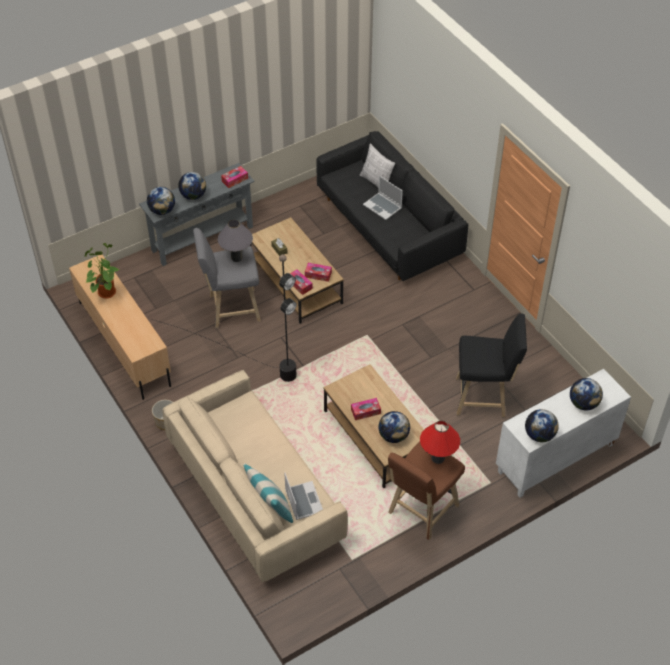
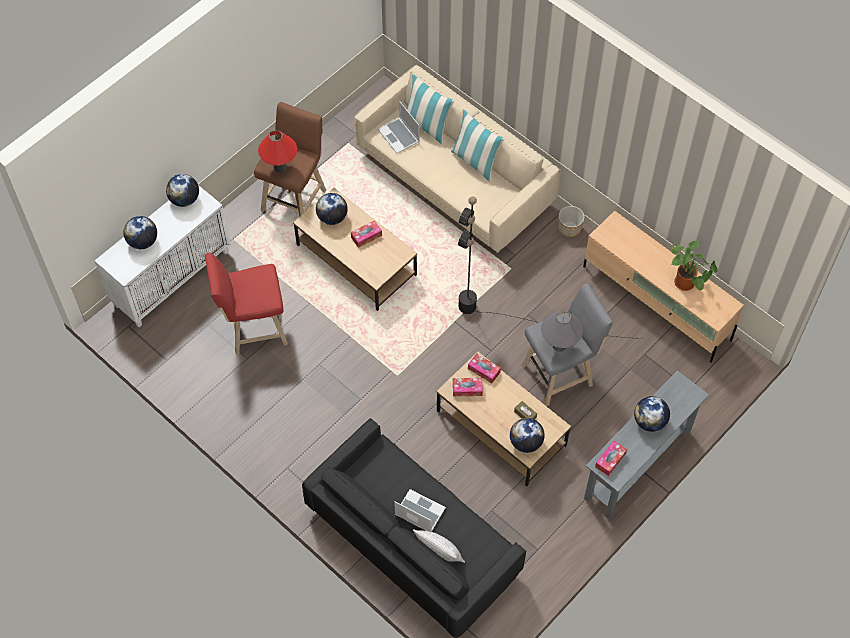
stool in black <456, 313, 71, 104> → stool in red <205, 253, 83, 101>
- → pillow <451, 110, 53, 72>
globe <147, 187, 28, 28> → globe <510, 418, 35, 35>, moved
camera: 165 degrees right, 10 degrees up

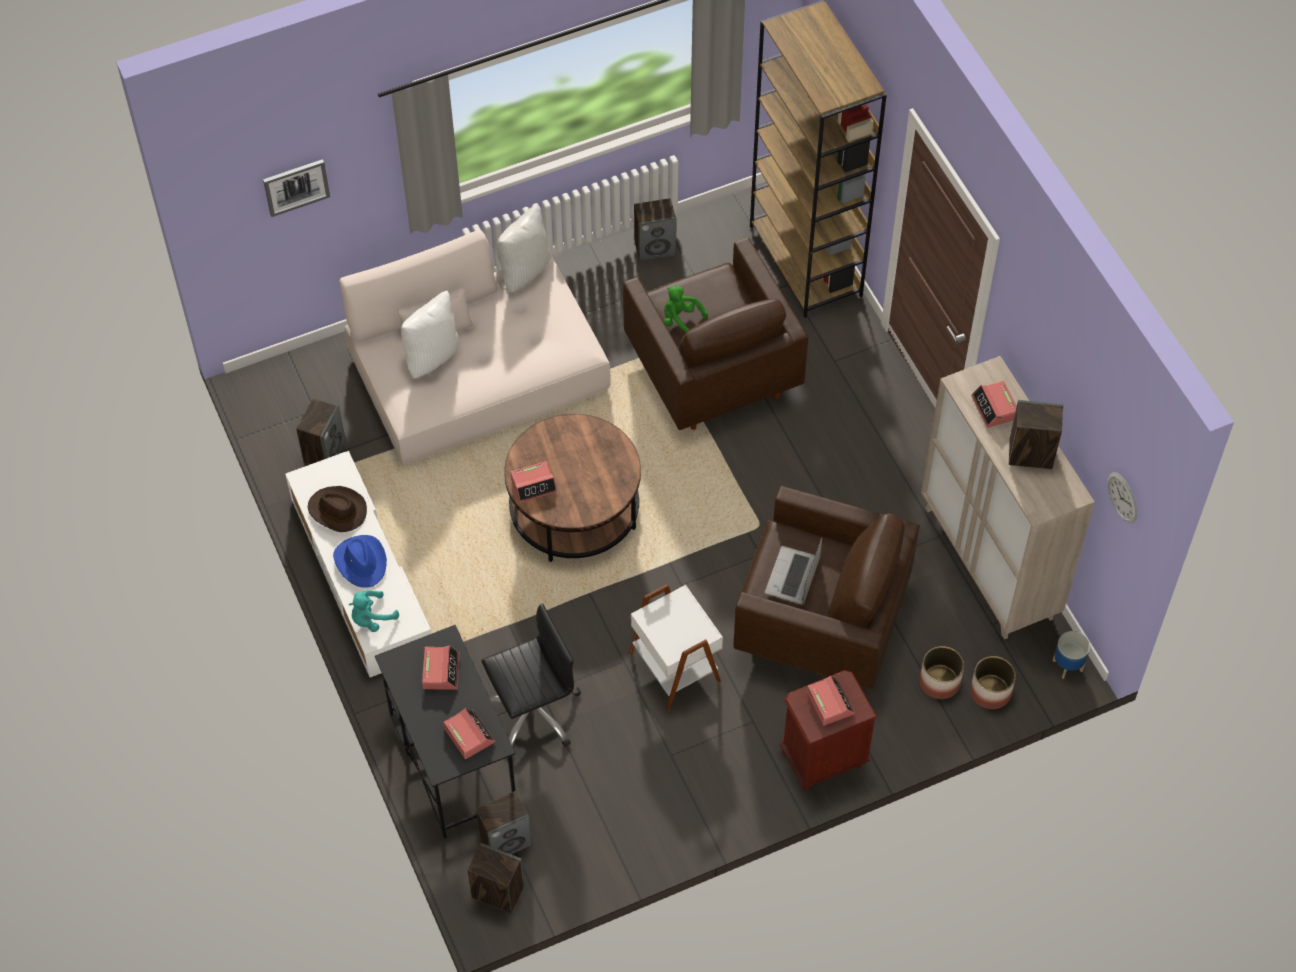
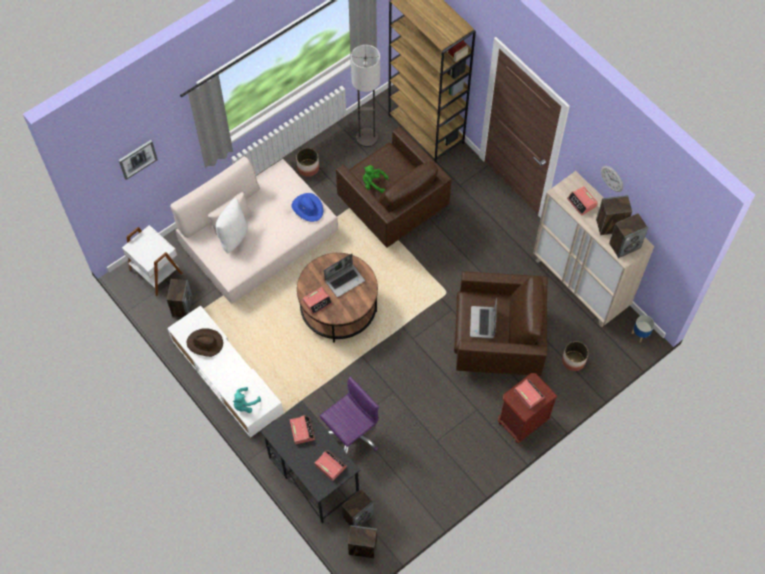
side table in white <629, 584, 94, 127> → side table in white <122, 225, 61, 71>, moved
hat in blue <333, 535, 54, 53> → hat in blue <291, 193, 32, 29>, moved
planter <970, 656, 46, 53> → planter <296, 148, 23, 29>, moved
office chair in black <482, 603, 99, 144> → office chair in purple <320, 376, 59, 77>
- → laptop <324, 254, 41, 43>
- → floor lamp <351, 45, 29, 102>
wall clock <1108, 472, 29, 51> → wall clock <601, 166, 22, 26>, moved
speaker <634, 198, 42, 63> → speaker <609, 213, 39, 45>, moved
pillow in white <497, 205, 54, 88> → -
camera: 15 degrees left, 5 degrees up

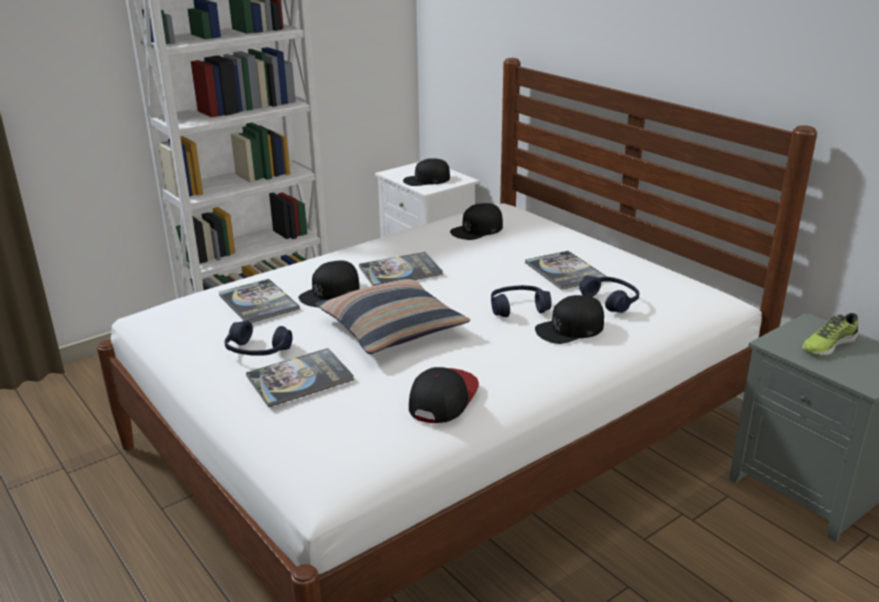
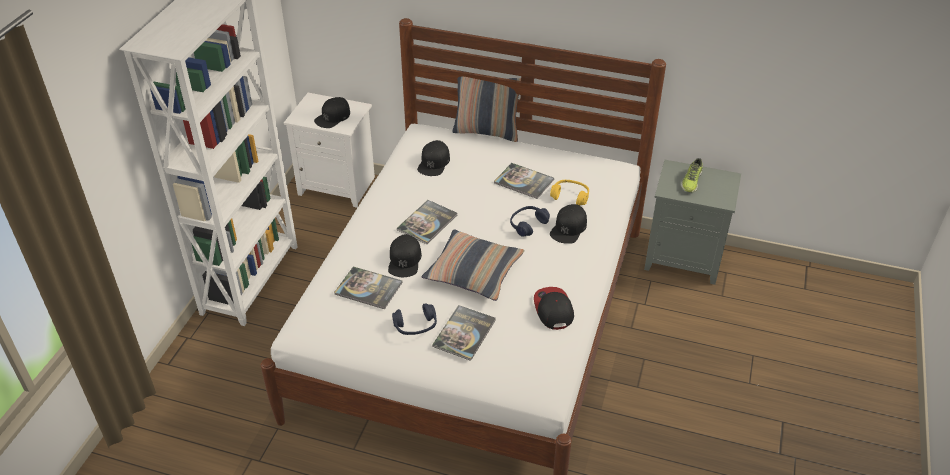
- → pillow <452, 70, 69, 72>
headphones in blue <579, 276, 60, 37> → headphones in yellow <550, 180, 39, 26>
camera: 35 degrees left, 15 degrees up

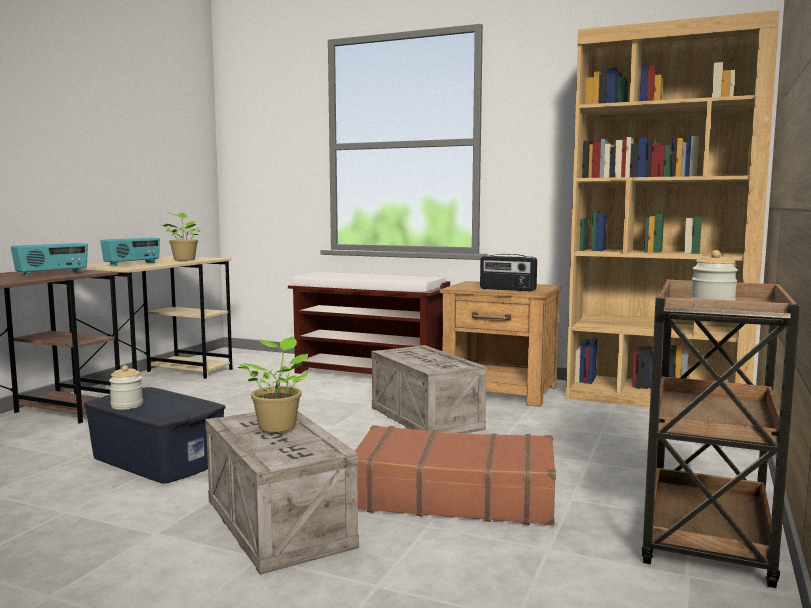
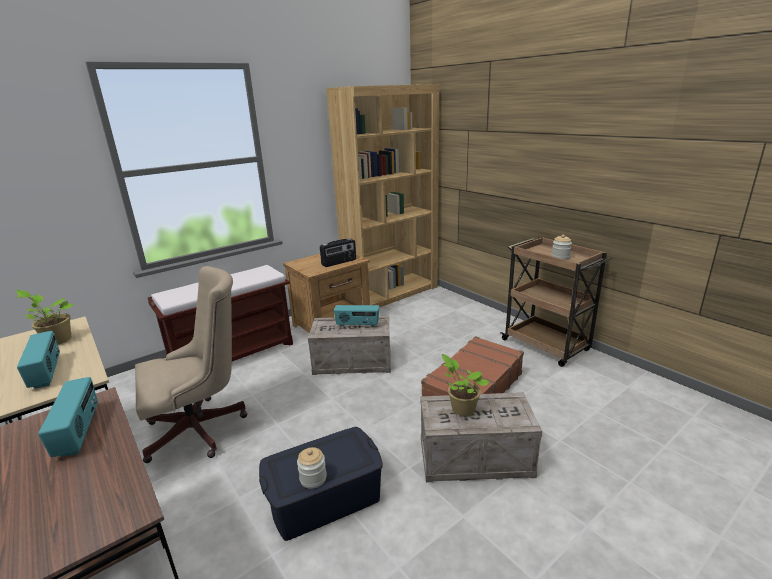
- → office chair in beige <135, 266, 112, 197>
- → radio <334, 305, 45, 22>
camera: 60 degrees left, 15 degrees up

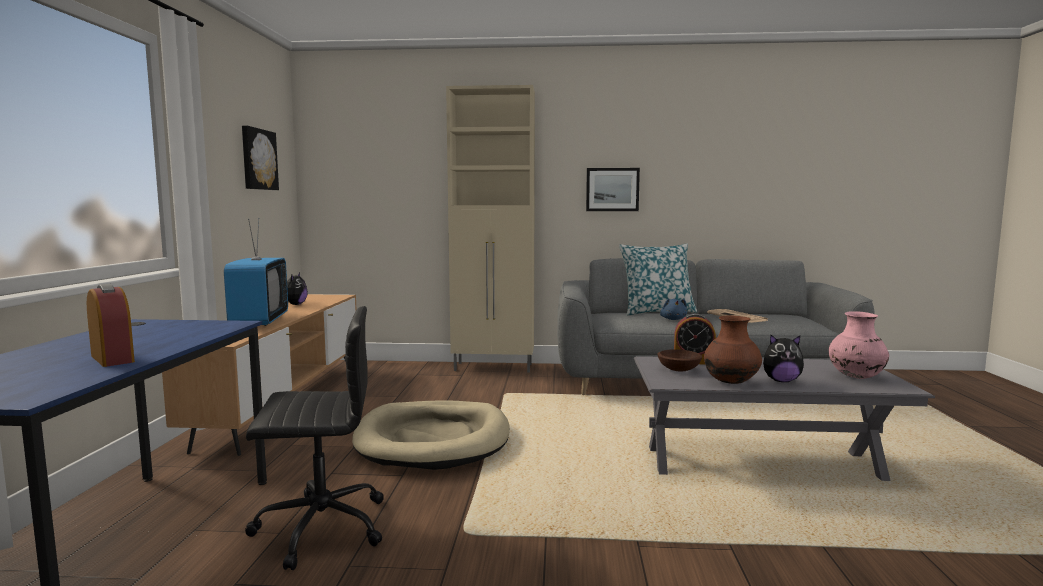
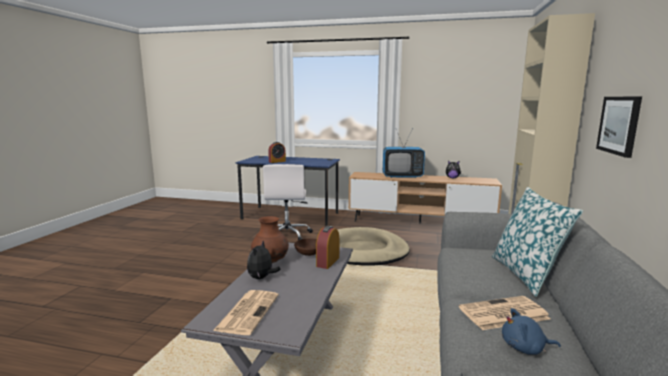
vase in pink <828, 311, 61, 68> → newspaper <213, 290, 66, 45>
office chair in black <245, 306, 139, 264> → office chair in white <263, 164, 50, 76>
plush toy in blue <660, 298, 27, 22> → plush toy in blue <502, 308, 59, 47>, moved
picture <242, 126, 37, 64> → -
camera: 100 degrees right, 5 degrees up

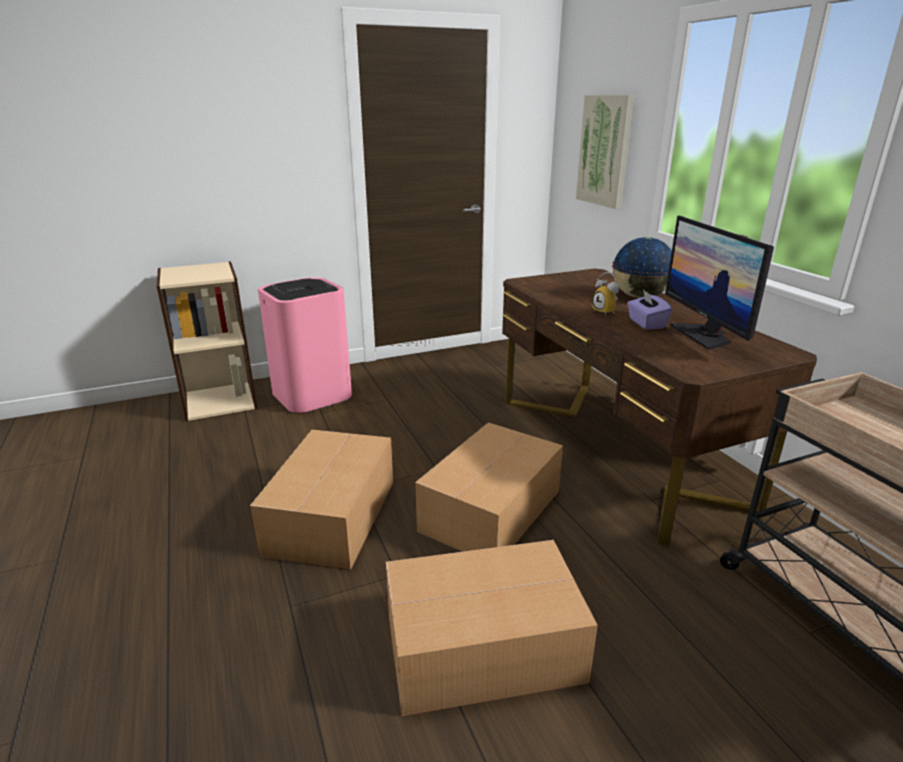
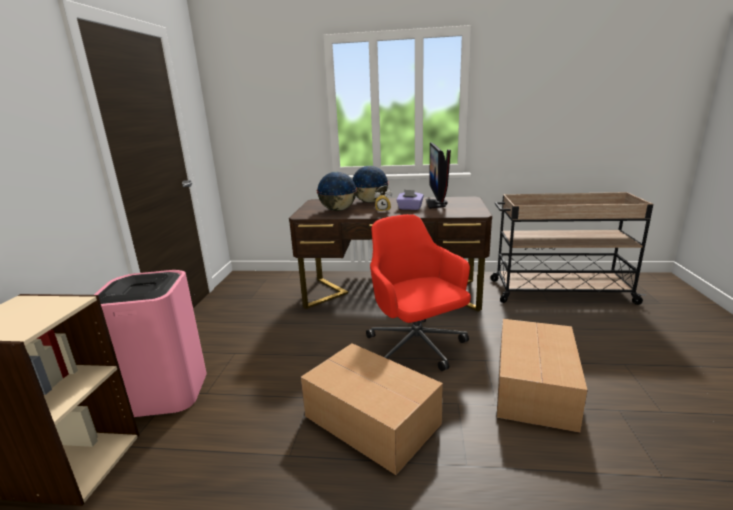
- → globe <317, 172, 40, 39>
cardboard box <415, 422, 148, 130> → office chair in red <366, 214, 105, 157>
monitor <665, 216, 109, 134> → monitor <426, 142, 25, 67>, 75 degrees clockwise
picture <576, 95, 58, 114> → -
camera: 60 degrees left, 5 degrees down

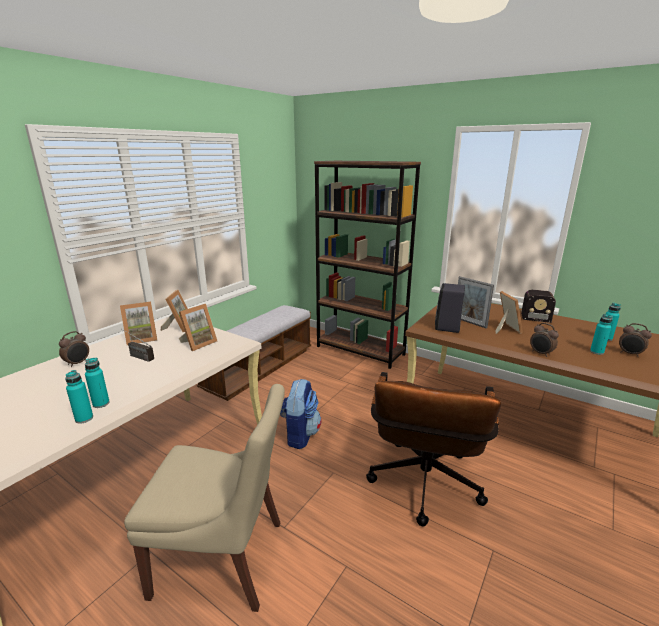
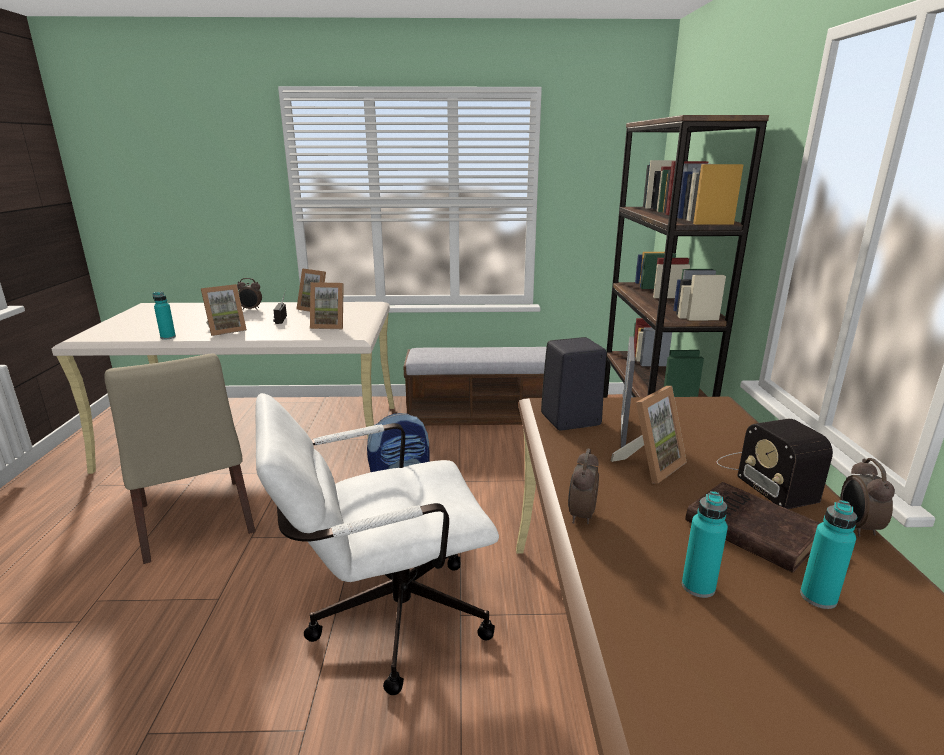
picture frame <161, 290, 27, 42> → picture frame <201, 284, 46, 52>, moved
office chair in brown <366, 372, 135, 154> → office chair in white <256, 393, 243, 302>
- → book in brown <685, 482, 135, 91>
alarm clock <619, 323, 33, 34> → alarm clock <841, 458, 54, 79>, moved
bottle in turquoise <85, 358, 25, 50> → -
camera: 55 degrees right, 0 degrees up

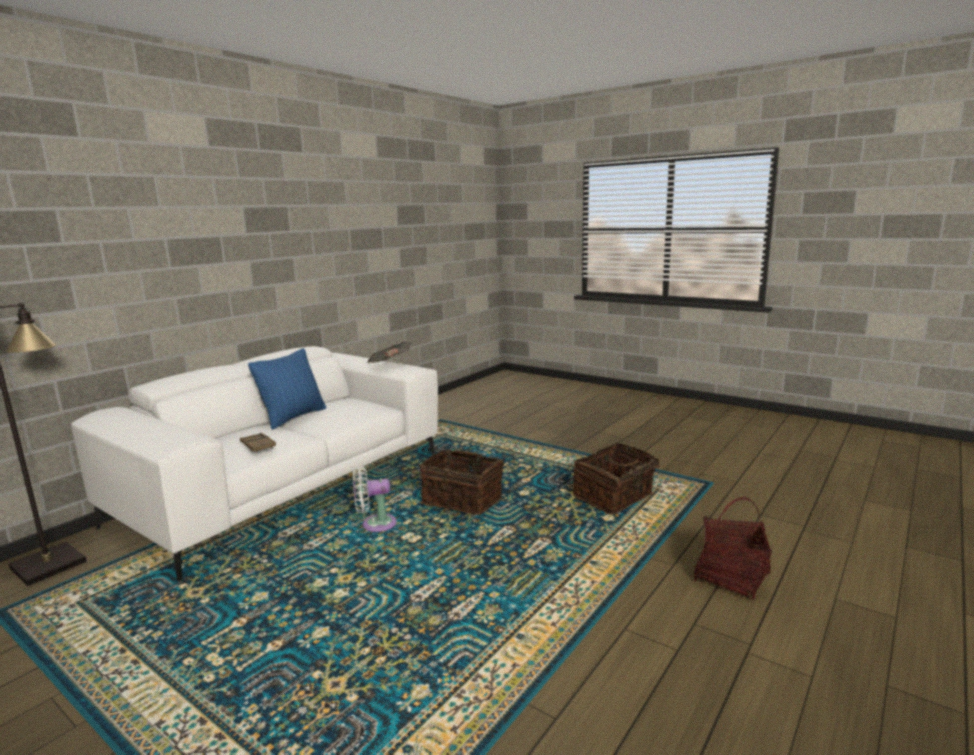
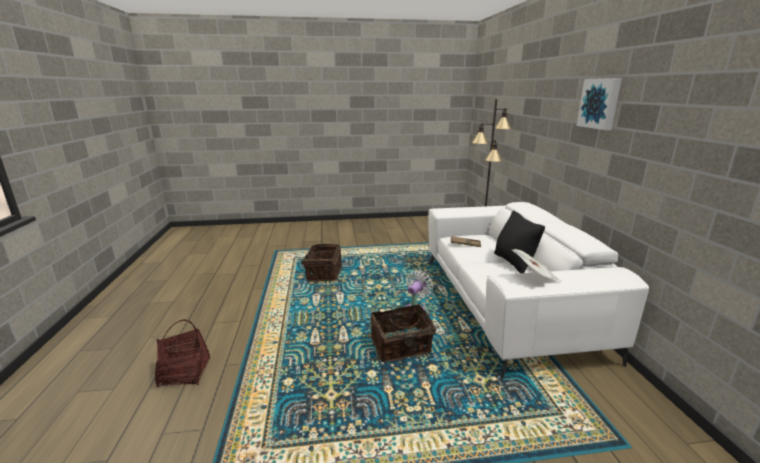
basket <573, 442, 95, 72> → basket <297, 244, 45, 38>, moved
pillow in blue <248, 348, 78, 82> → pillow in black <494, 210, 51, 63>
- → picture <576, 78, 46, 52>
camera: 135 degrees right, 5 degrees up

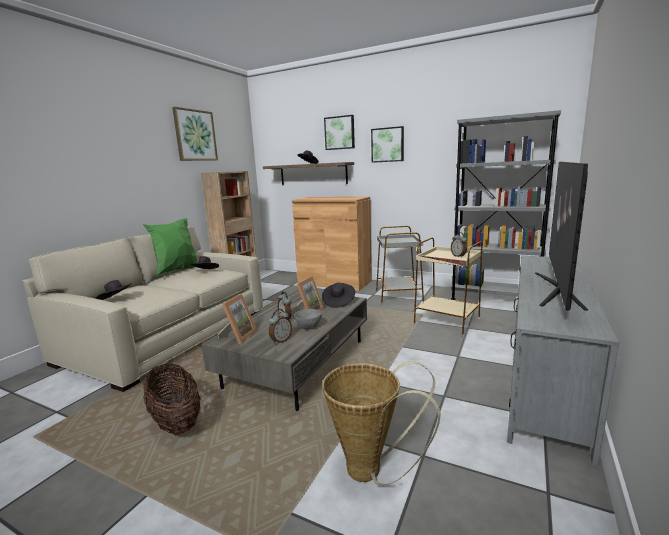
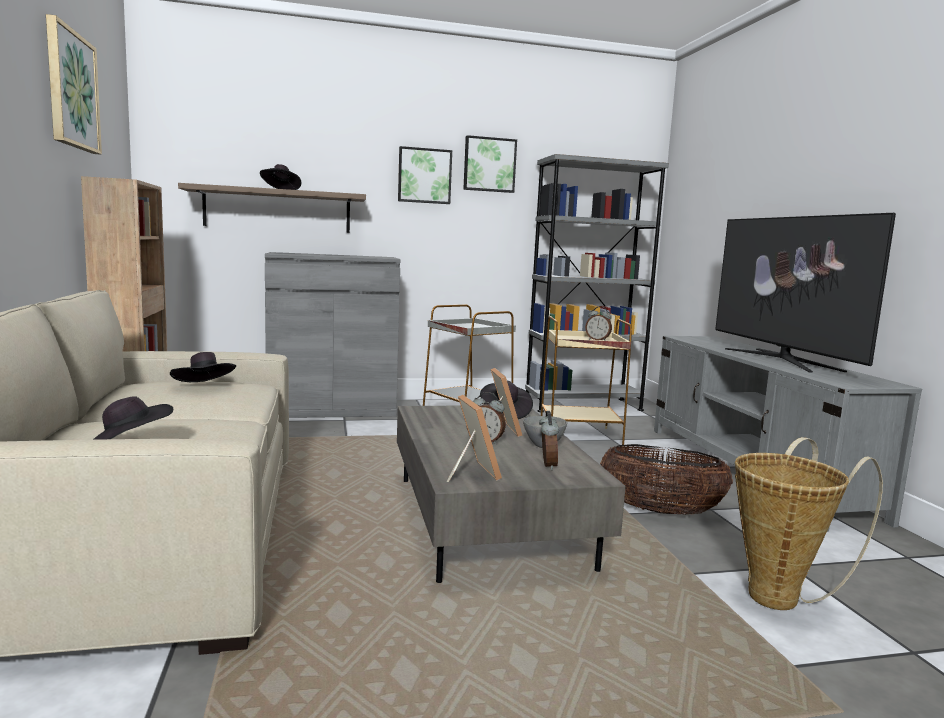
cabinet in brown <292, 197, 80, 94> → cabinet in grey <265, 252, 136, 166>
picture <324, 115, 31, 35> → picture <463, 135, 54, 58>, moved
basket <143, 363, 58, 72> → basket <600, 444, 133, 71>, moved
pillow in green <143, 219, 55, 57> → -
camera: 40 degrees left, 5 degrees down

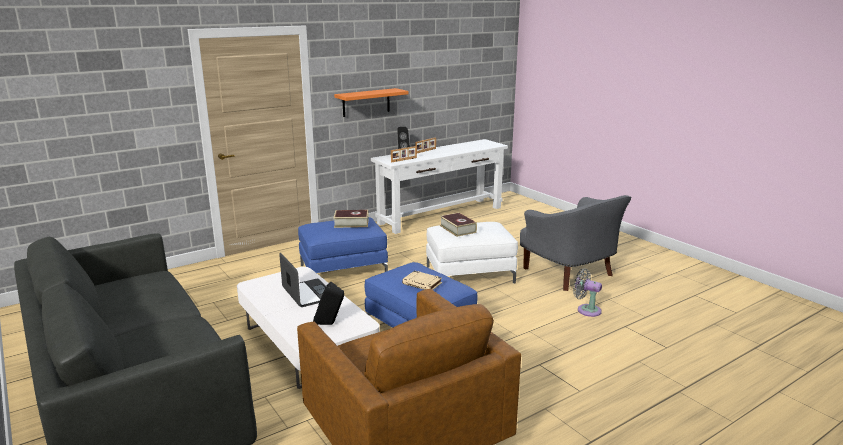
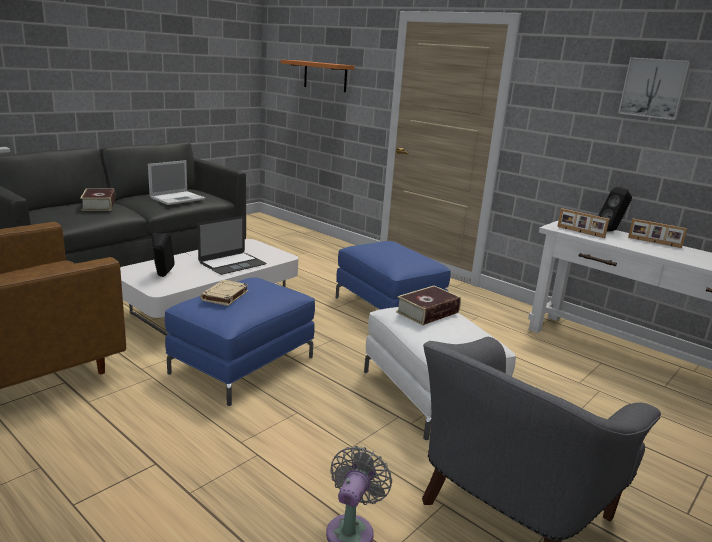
book <334, 210, 35, 18> → book <80, 188, 35, 23>, moved
- → laptop <148, 160, 57, 45>
shelf in orange <334, 88, 74, 29> → shelf in orange <281, 60, 74, 32>, moved
- → picture <618, 57, 74, 63>
camera: 75 degrees right, 0 degrees up

